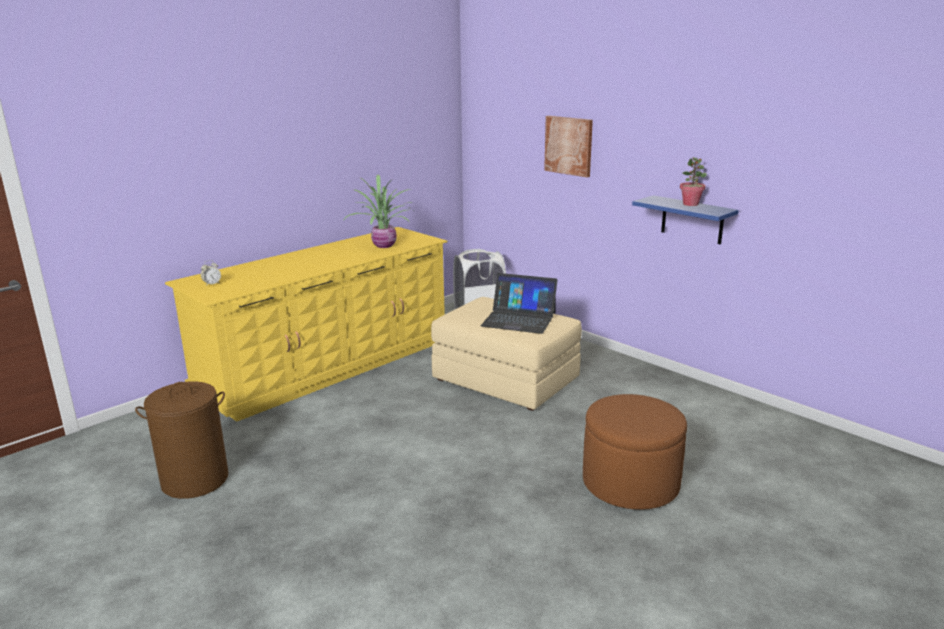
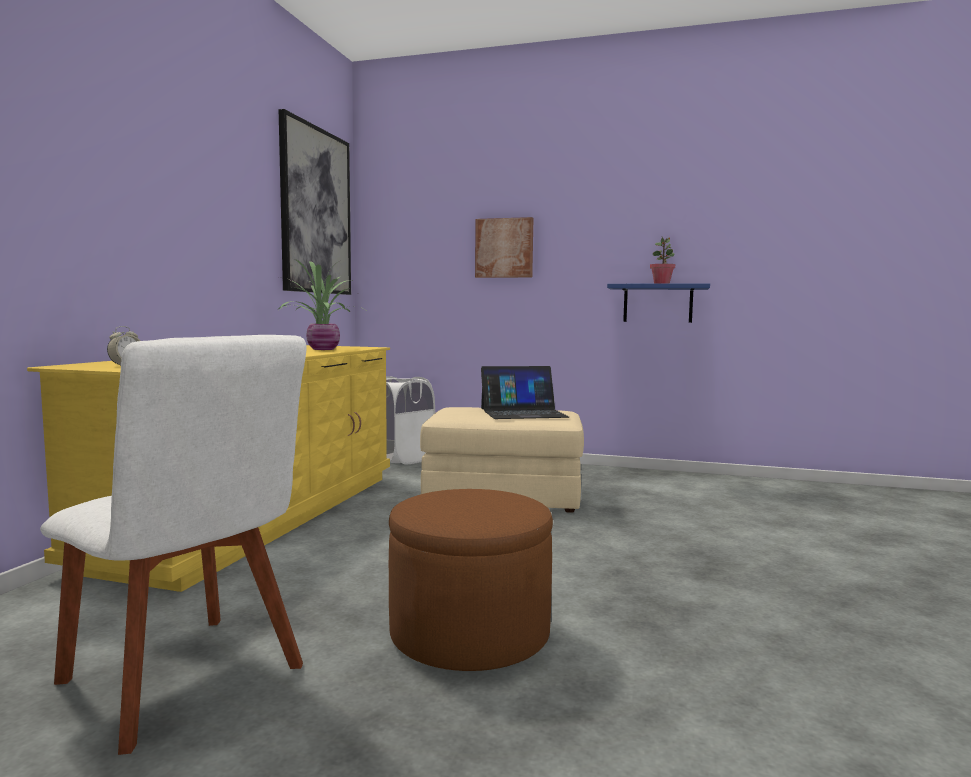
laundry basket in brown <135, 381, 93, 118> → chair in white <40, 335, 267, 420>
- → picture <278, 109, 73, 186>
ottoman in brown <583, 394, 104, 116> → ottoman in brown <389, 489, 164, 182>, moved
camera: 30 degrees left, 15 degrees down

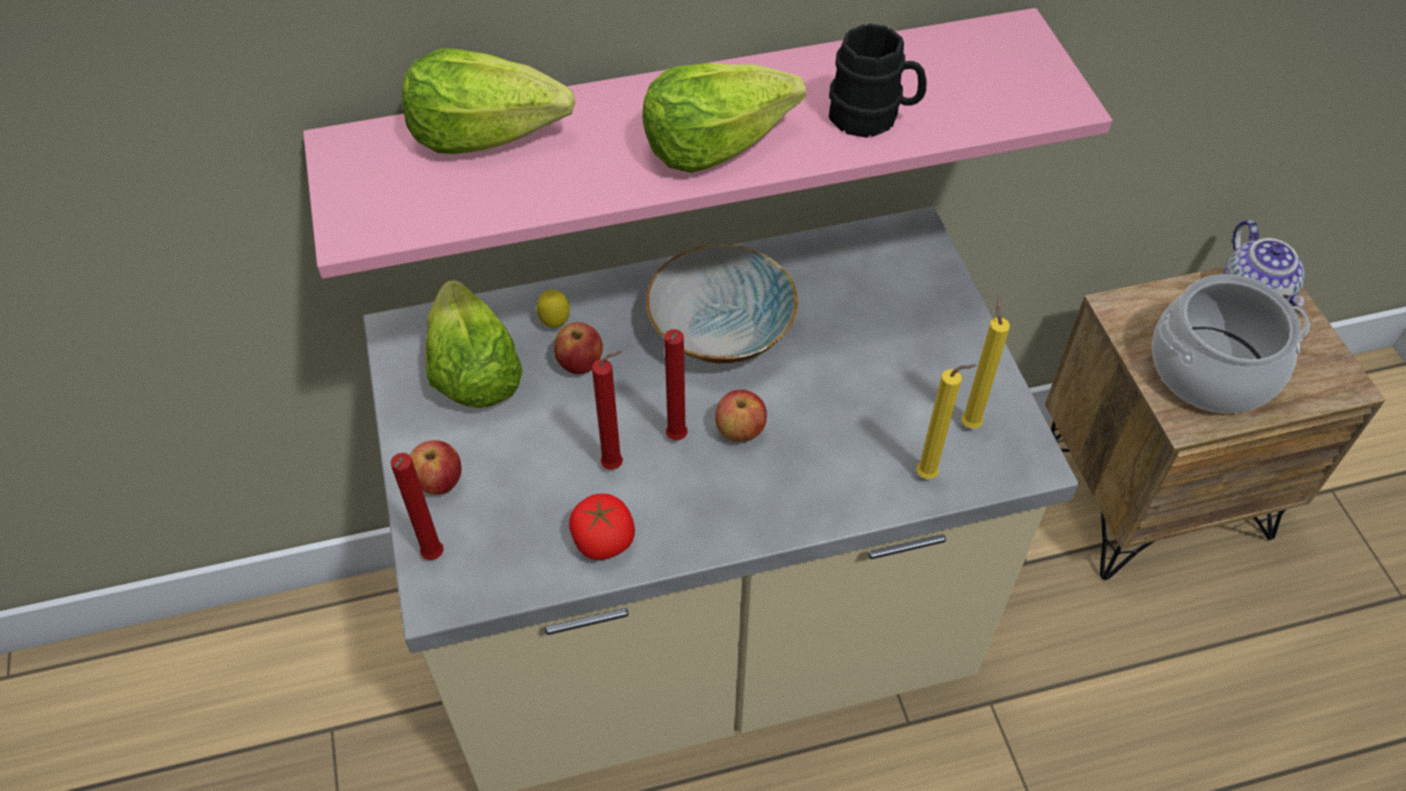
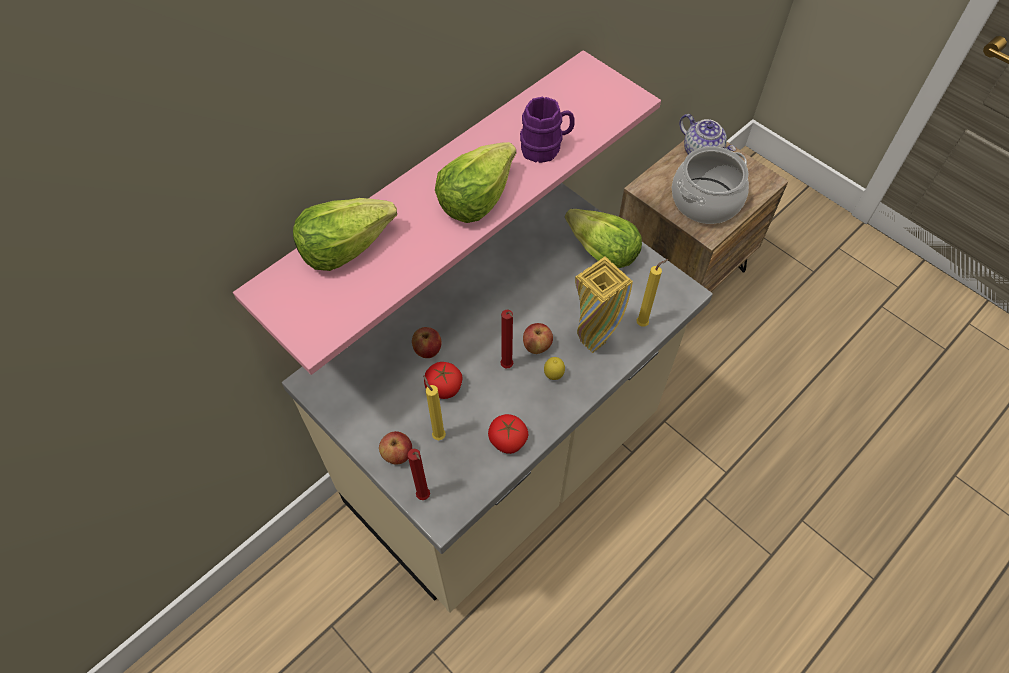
candle in yellow <961, 296, 49, 133> → candle in yellow <423, 375, 23, 65>, moved
- → tomato <424, 362, 38, 37>
mug in black <829, 24, 98, 114> → mug in purple <520, 96, 55, 67>
lemon <537, 290, 33, 38> → lemon <544, 357, 21, 23>, moved
lettuce <425, 280, 98, 128> → lettuce <565, 209, 77, 59>, moved
- → vase in yellow <575, 256, 58, 97>
candle in red <592, 351, 31, 119> → -
bowl <646, 244, 152, 119> → -
camera: 30 degrees left, 5 degrees up

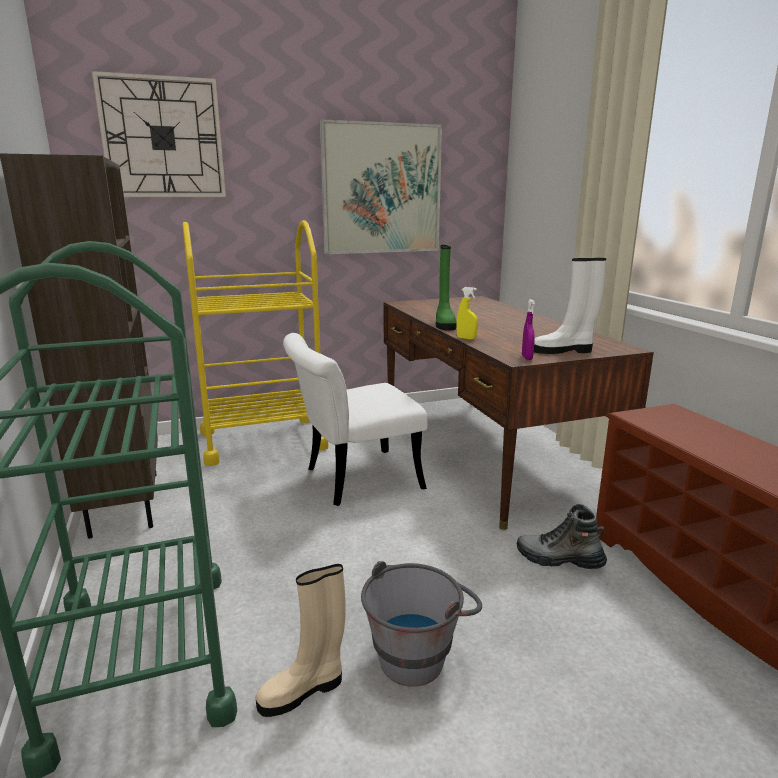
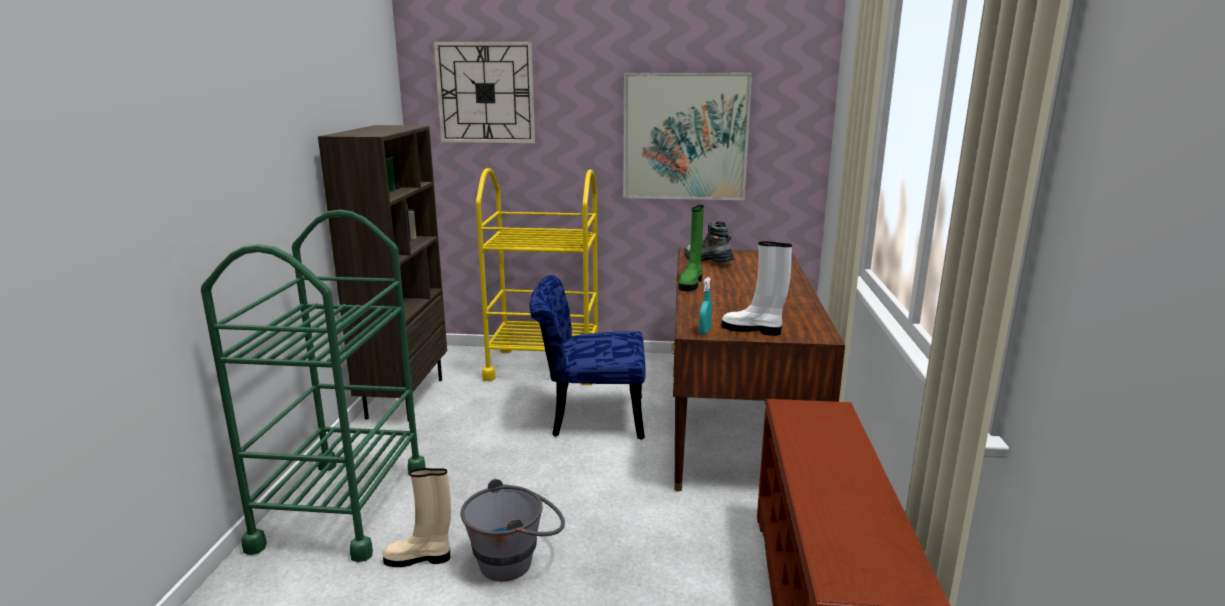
chair in white <283, 333, 145, 173> → chair in blue <530, 275, 116, 165>
boot <517, 504, 90, 65> → boot <684, 221, 50, 42>, moved
spray bottle in purple <522, 299, 13, 61> → spray bottle in turquoise <699, 277, 13, 57>
spray bottle in yellow <456, 287, 22, 53> → -
camera: 25 degrees right, 0 degrees up

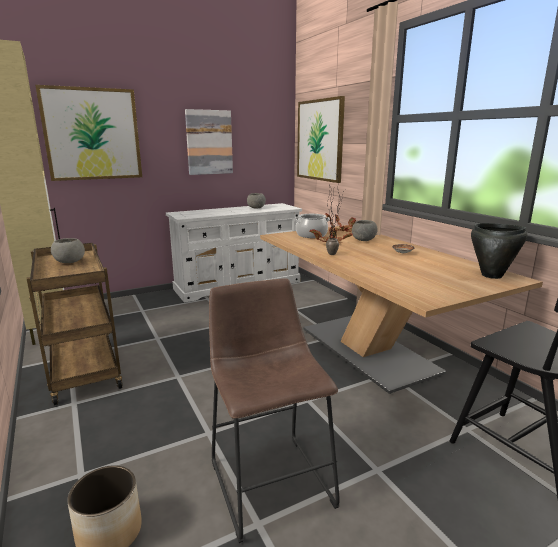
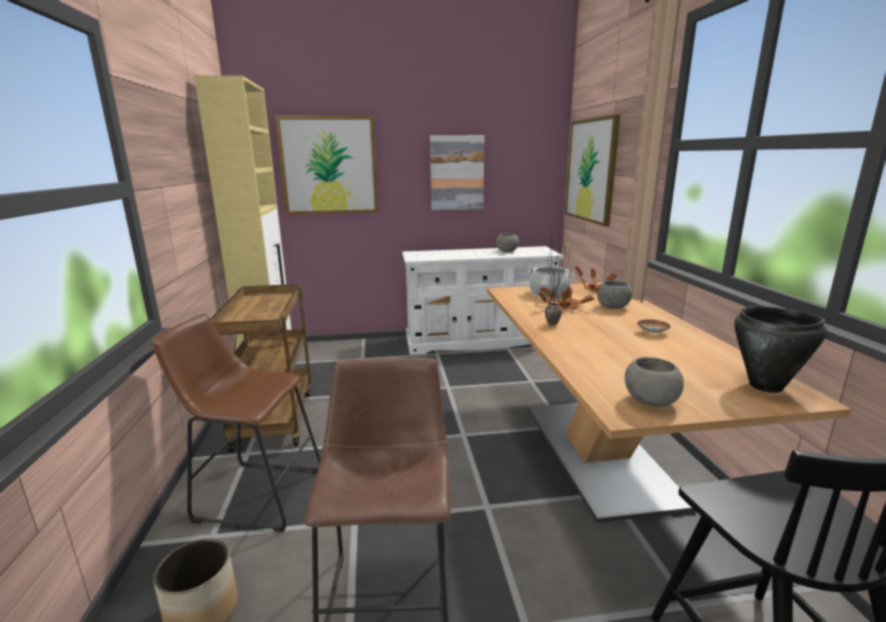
- → stool in brown <152, 314, 168, 218>
bowl in grey <51, 238, 34, 25> → bowl in grey <625, 357, 59, 50>, moved
camera: 20 degrees right, 0 degrees up

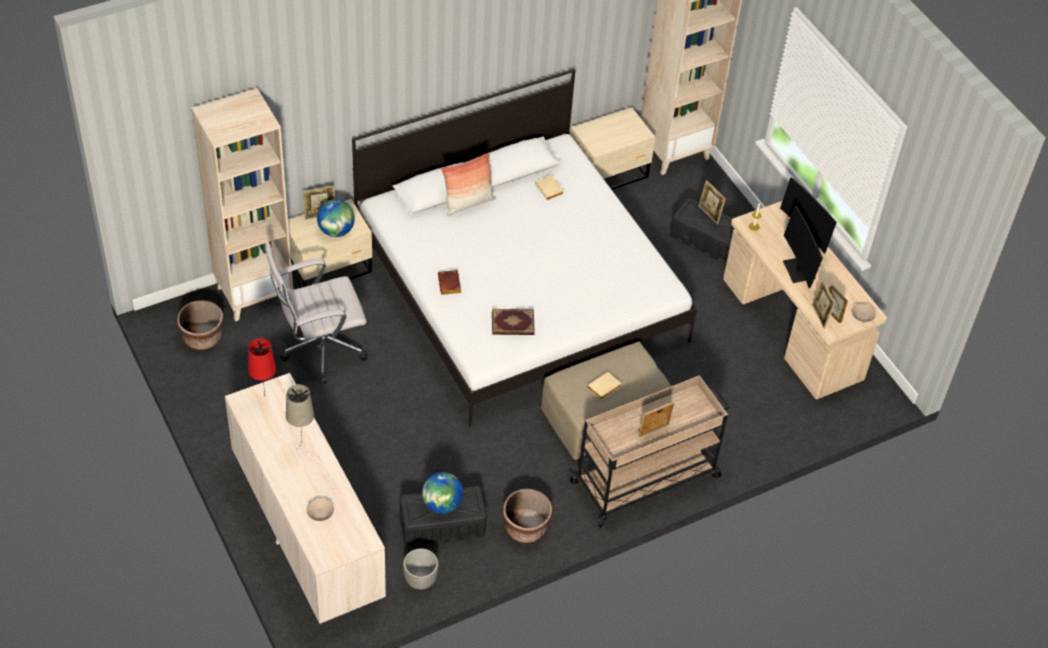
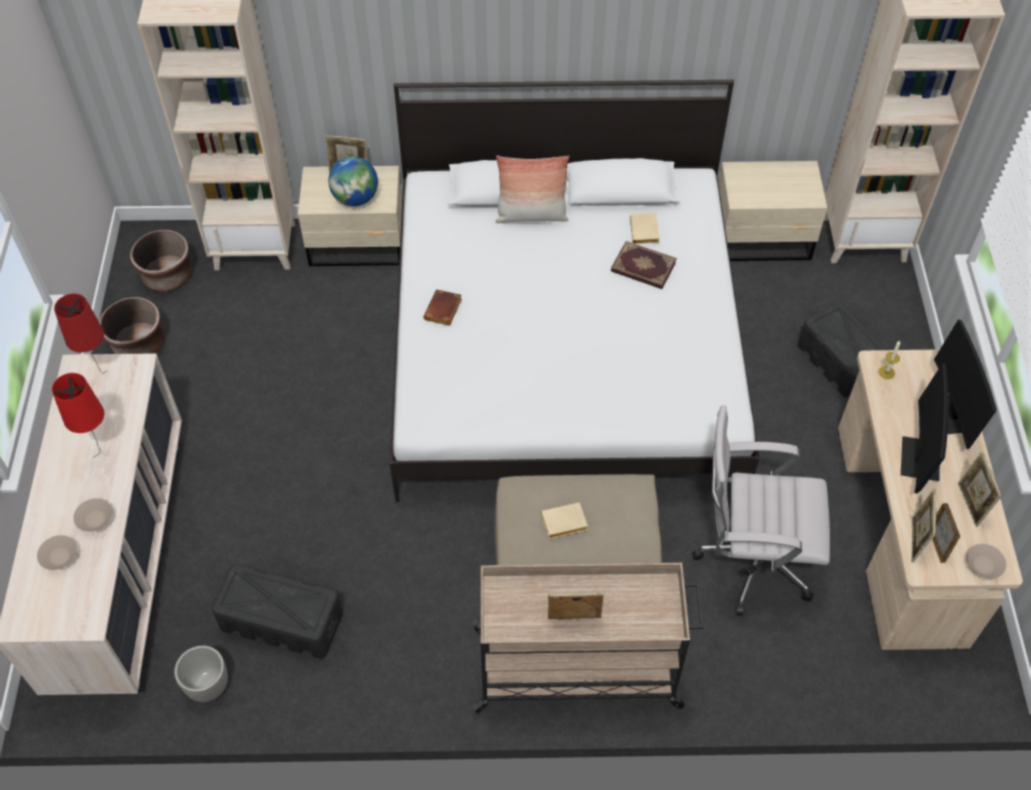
table lamp in beige <286, 384, 28, 66> → table lamp in red <52, 373, 52, 85>
- → bowl in beige <73, 498, 40, 34>
planter in brown <503, 489, 50, 54> → planter in brown <99, 297, 64, 57>, moved
book <492, 309, 43, 26> → book <611, 241, 66, 48>, moved
office chair in white <265, 241, 102, 143> → office chair in white <692, 405, 138, 211>, moved
picture frame <699, 180, 27, 44> → picture frame <958, 452, 44, 75>, moved
globe <422, 472, 42, 42> → -
camera: 30 degrees right, 5 degrees up

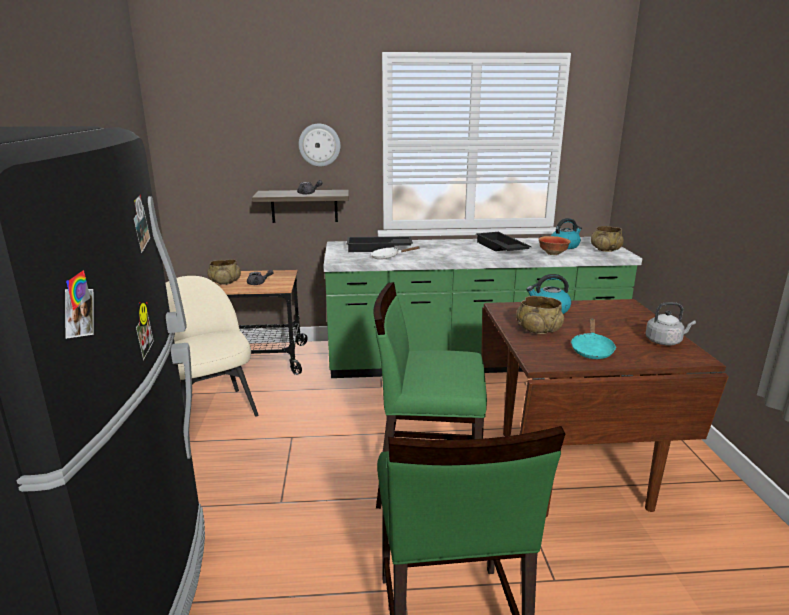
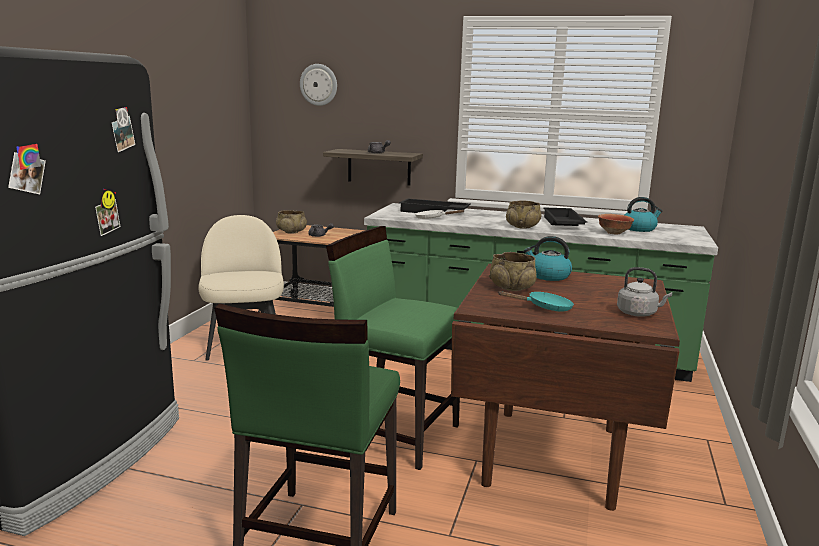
wall clock <299, 124, 42, 43> → wall clock <300, 64, 37, 42>, moved
frying pan in turquoise <571, 318, 45, 41> → frying pan in turquoise <498, 291, 76, 21>, 135 degrees counterclockwise
bowl in beige <591, 226, 33, 26> → bowl in beige <506, 201, 35, 28>, moved
camera: 20 degrees right, 5 degrees down

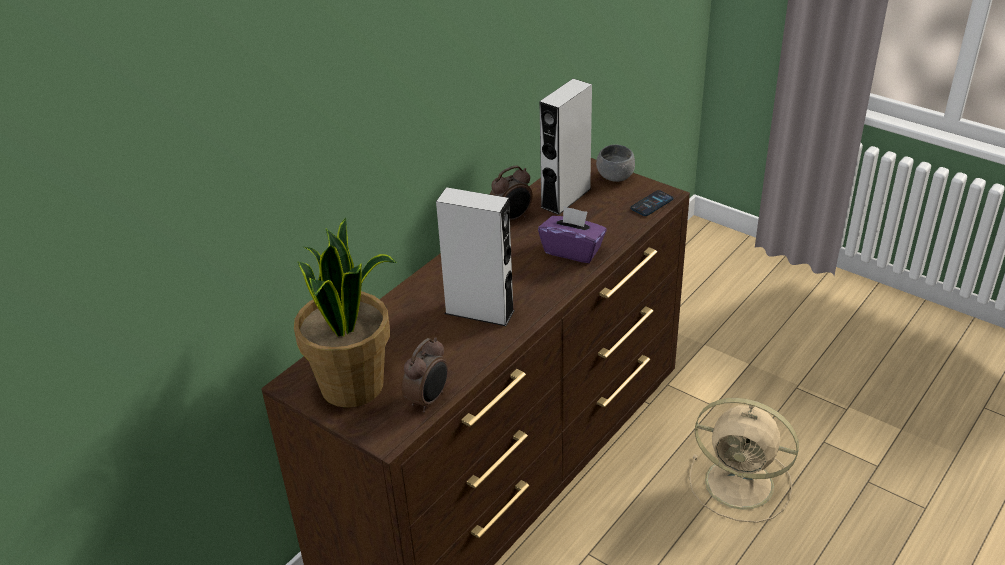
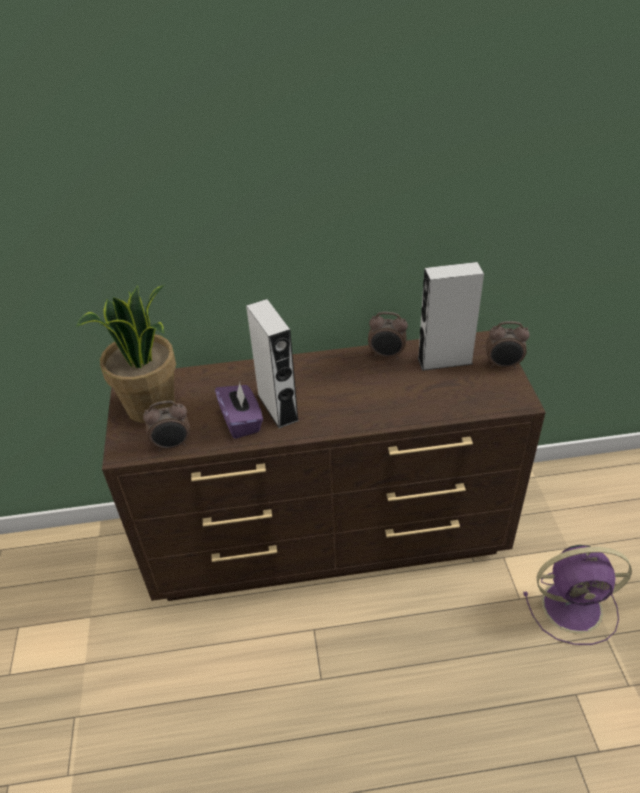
tissue box in purple <538, 206, 69, 57> → tissue box in purple <215, 383, 48, 56>, moved
bowl in grey <596, 145, 39, 37> → alarm clock <486, 321, 44, 48>
- → fan in purple <523, 545, 109, 100>
phone <630, 190, 43, 26> → -
fan in beige <689, 398, 110, 125> → -
camera: 45 degrees right, 5 degrees up

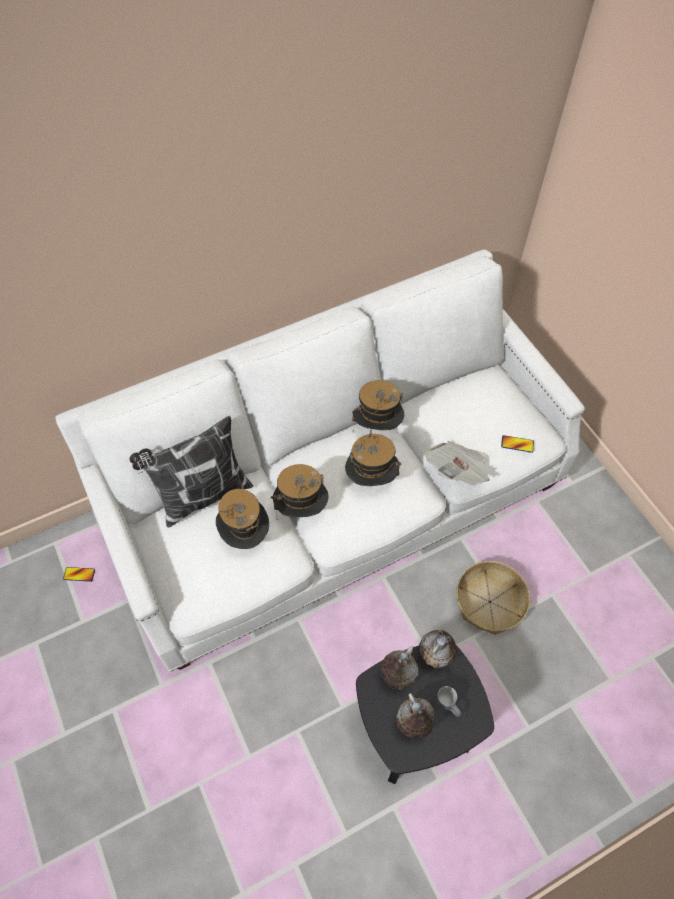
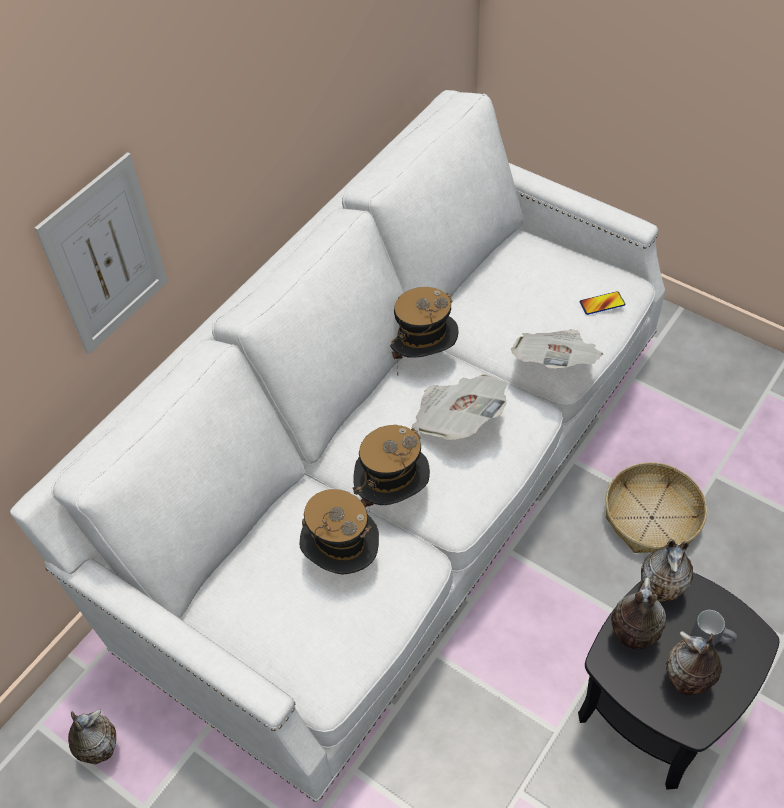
- → picture <35, 152, 133, 202>
phone <63, 567, 32, 15> → vase <68, 709, 48, 55>
hat <345, 430, 56, 56> → newspaper <412, 374, 95, 66>
pillow <129, 416, 124, 111> → -
camera: 25 degrees left, 5 degrees down

